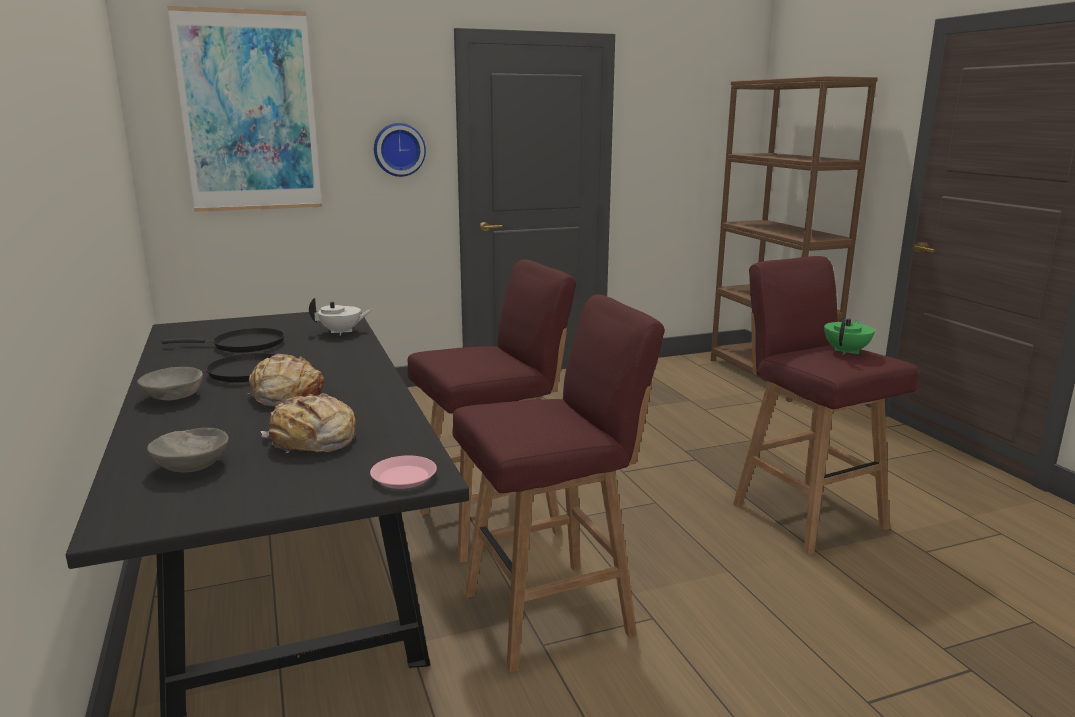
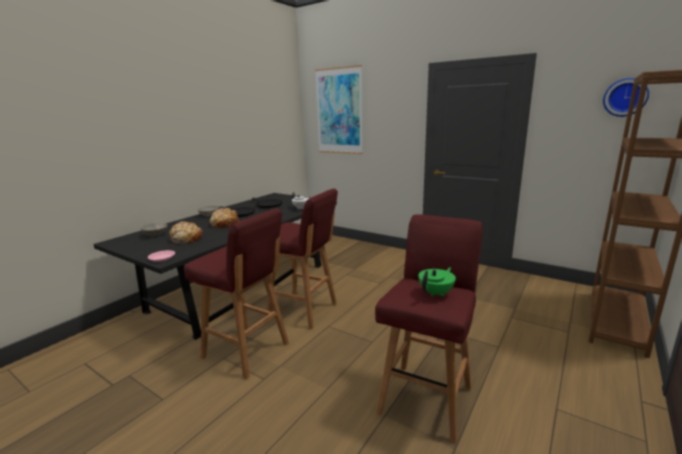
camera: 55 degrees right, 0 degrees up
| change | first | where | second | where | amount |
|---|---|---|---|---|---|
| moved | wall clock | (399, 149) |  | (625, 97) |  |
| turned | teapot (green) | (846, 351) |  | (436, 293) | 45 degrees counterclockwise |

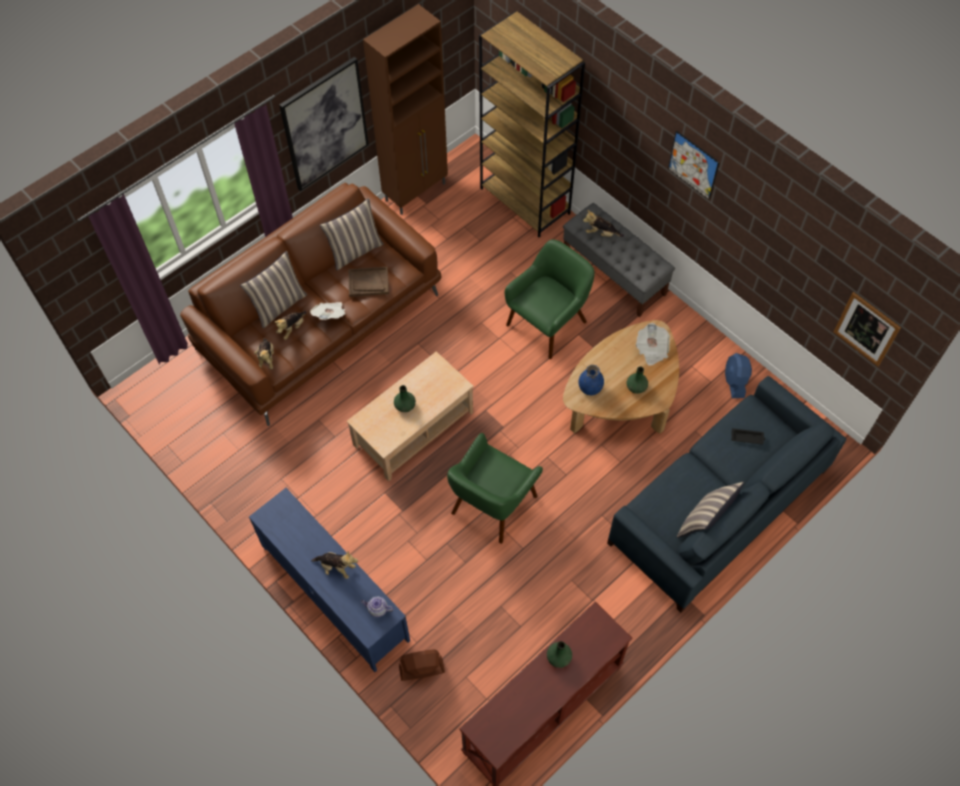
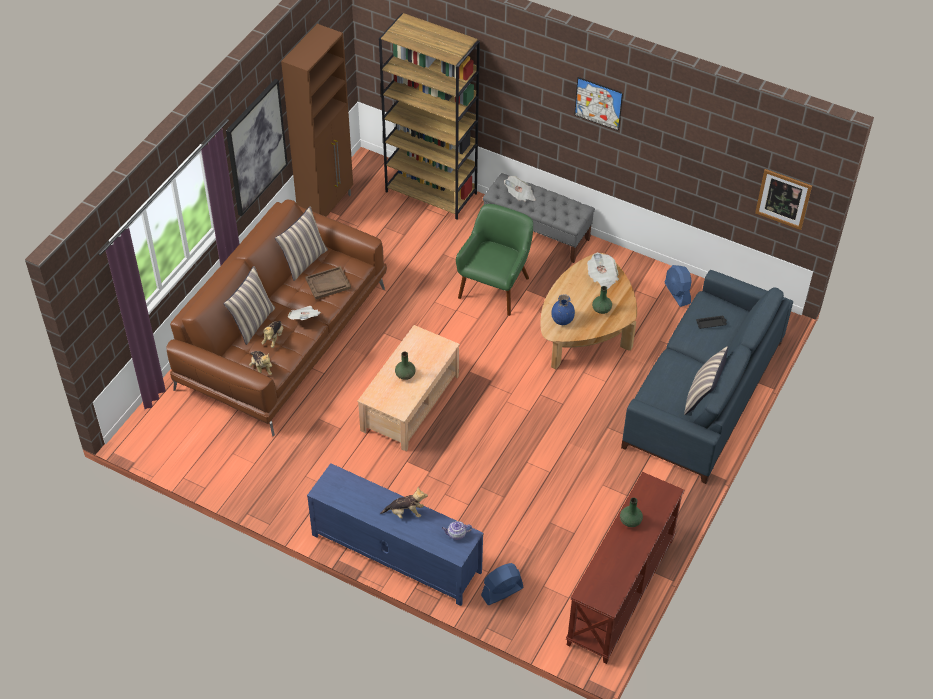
camera: 20 degrees left, 10 degrees down
| change | first | where | second | where | amount |
|---|---|---|---|---|---|
| recoloured | fan (brown) | (421, 669) | fan (blue) | (502, 591) |  |
| removed | armchair (green) | (492, 505) |  |  |  |
| replaced | plush toy | (601, 233) | newspaper | (520, 195) |  |

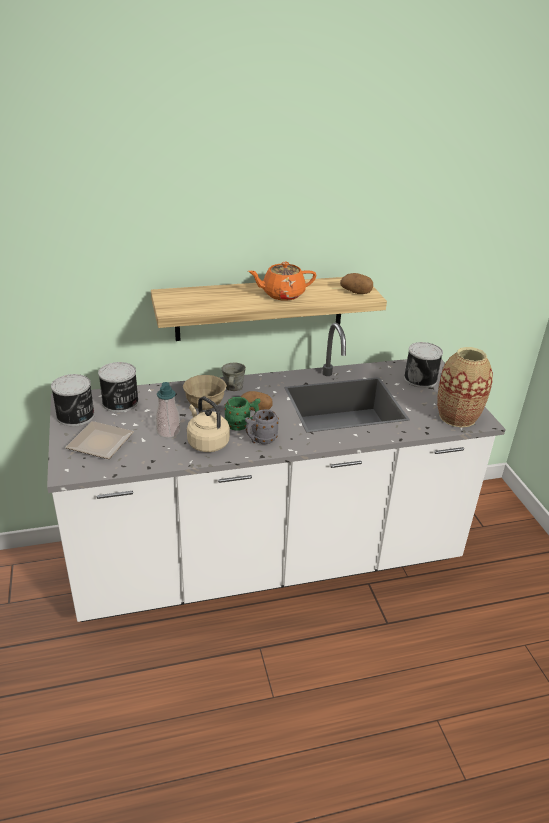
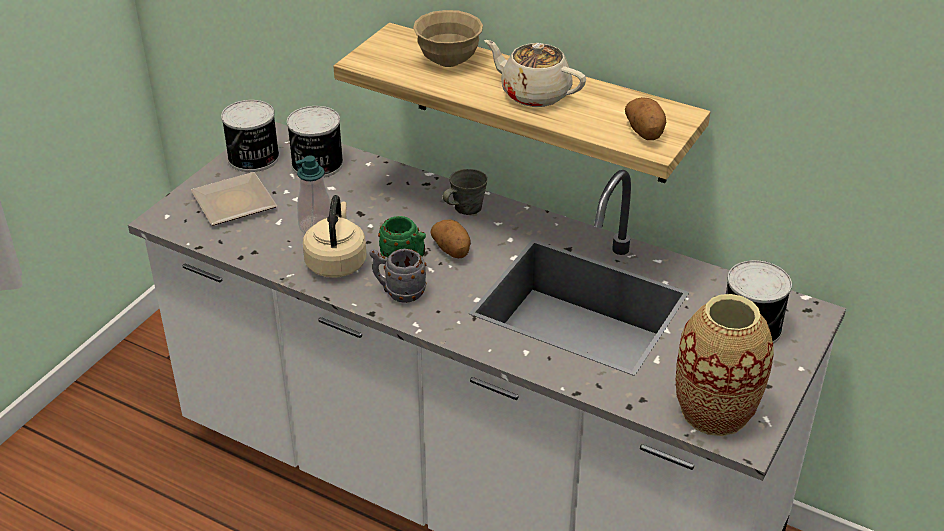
camera: 45 degrees right, 5 degrees up
| change | first | where | second | where | amount |
|---|---|---|---|---|---|
| moved | bowl (beige) | (205, 406) |  | (448, 61) |  |
| recoloured | teapot (orange) | (282, 294) | teapot (beige) | (534, 94) |  |

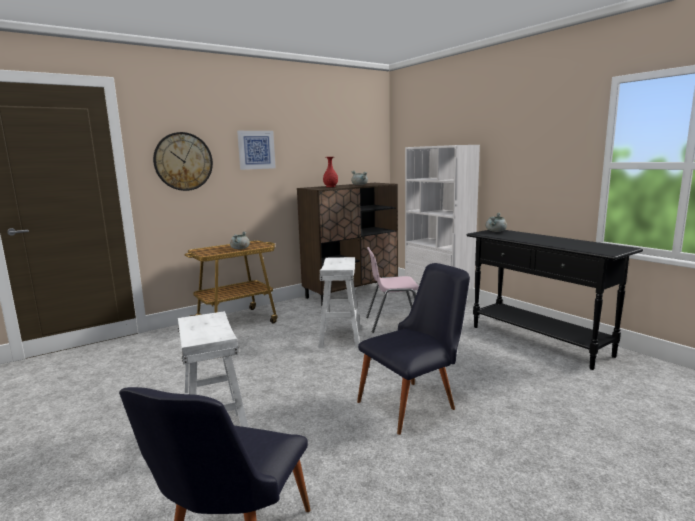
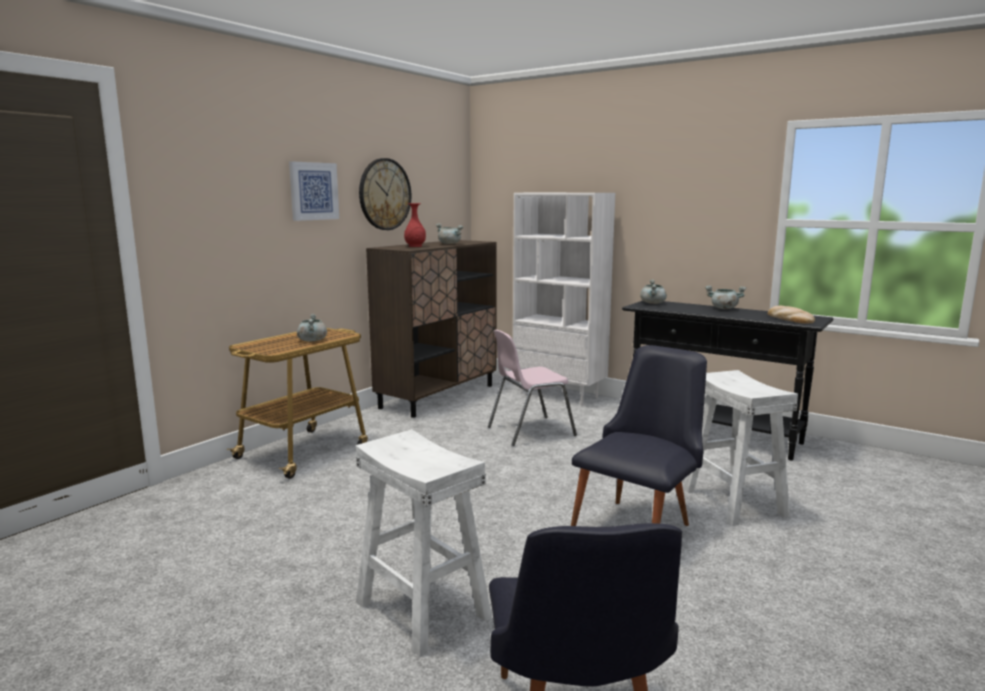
camera: 20 degrees left, 0 degrees up
| change | first | where | second | where | amount |
|---|---|---|---|---|---|
| moved | wall clock | (183, 161) |  | (384, 194) |  |
| moved | stool (white) | (340, 336) |  | (733, 502) |  |
| added |  |  | cooking pot (grey) | (723, 308) |  |
| added |  |  | bread | (789, 319) |  |

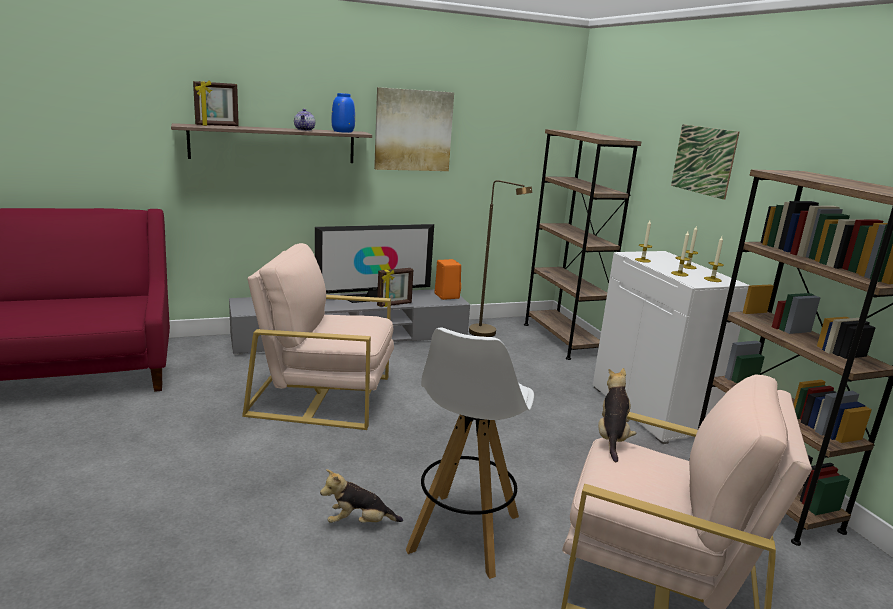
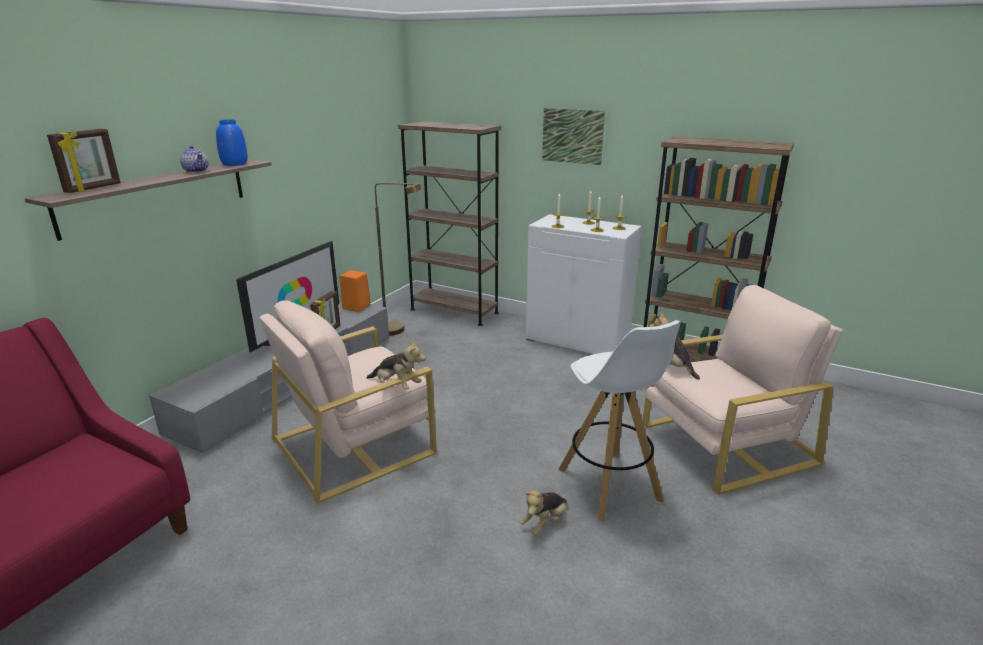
camera: 40 degrees left, 5 degrees up
| change | first | where | second | where | amount |
|---|---|---|---|---|---|
| removed | picture | (413, 130) |  |  |  |
| added |  |  | plush toy | (396, 385) |  |

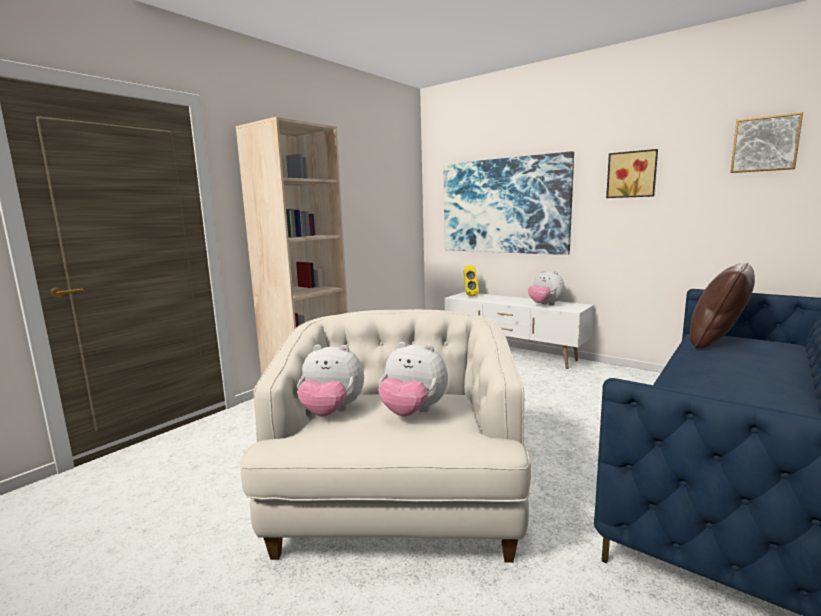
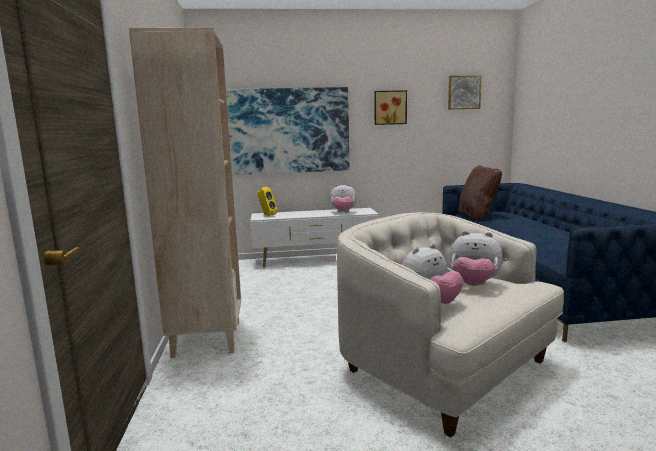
camera: 45 degrees left, 0 degrees up
| change | first | where | second | where | amount |
|---|---|---|---|---|---|
| turned | plush toy | (413, 413) |  | (474, 285) | 45 degrees clockwise |

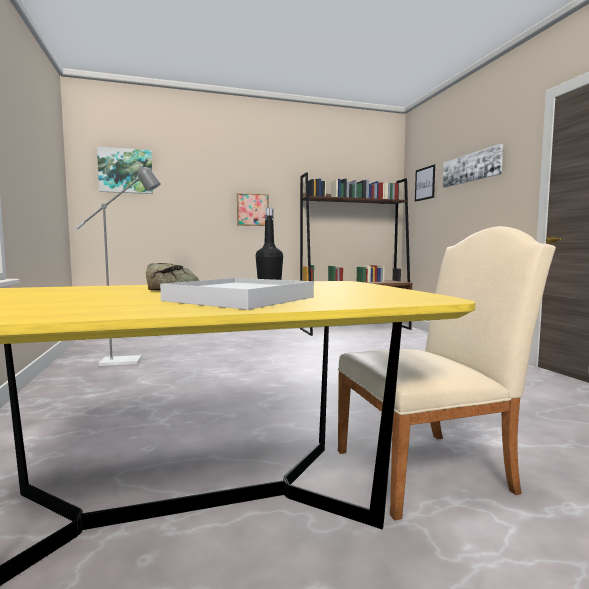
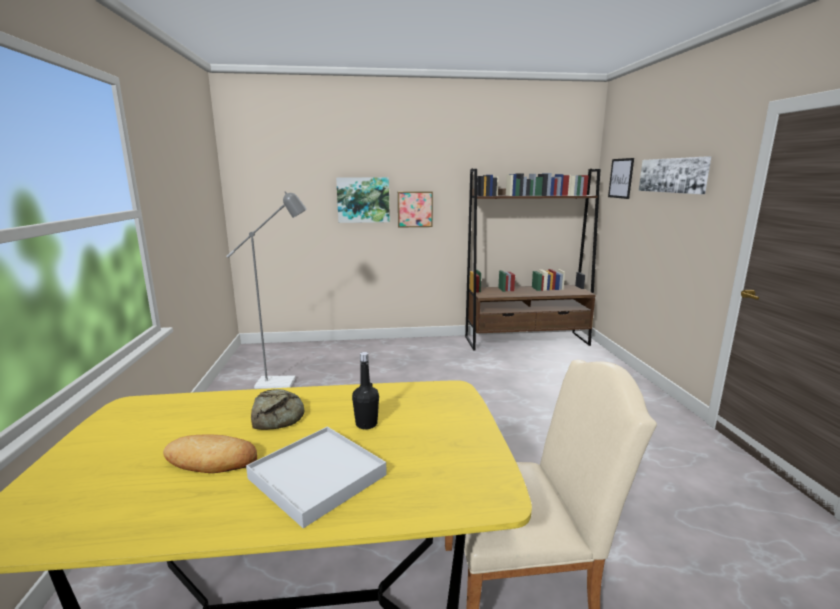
camera: 10 degrees right, 10 degrees up
| change | first | where | second | where | amount |
|---|---|---|---|---|---|
| moved | picture | (126, 171) |  | (363, 200) |  |
| added |  |  | bread | (211, 460) |  |

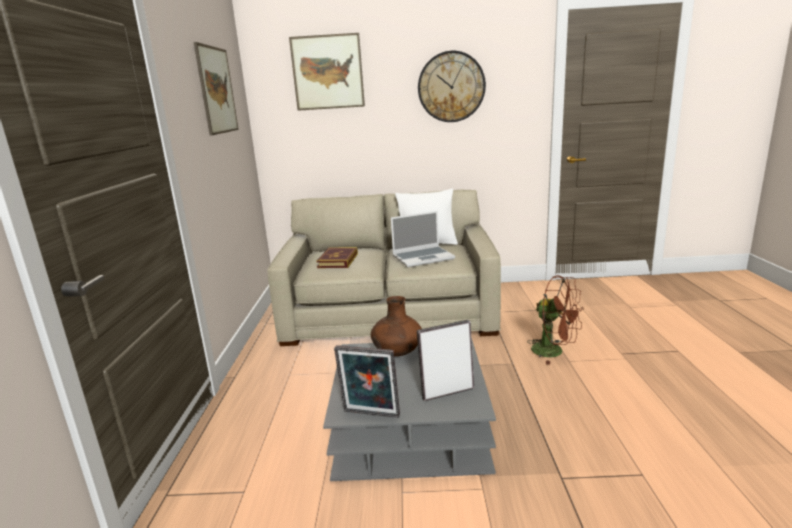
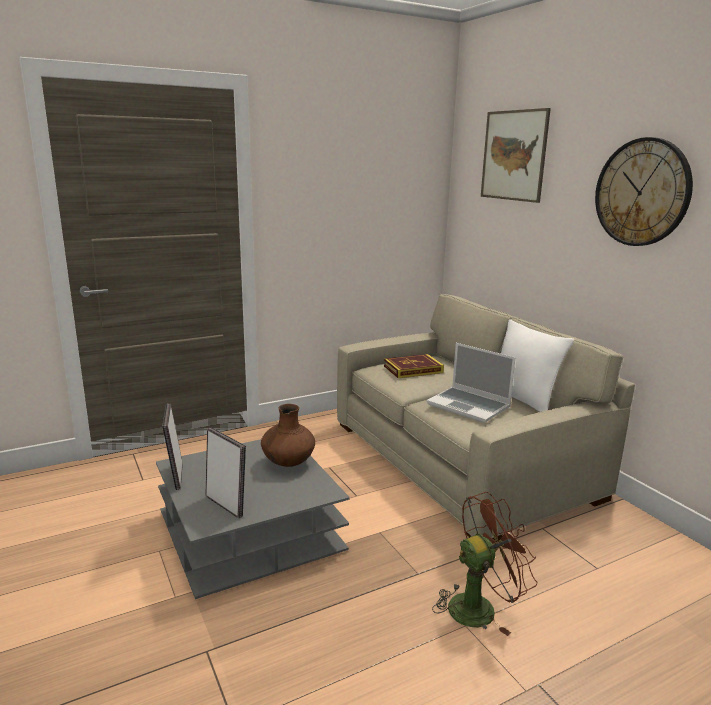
camera: 60 degrees right, 0 degrees up
| change | first | where | second | where | amount |
|---|---|---|---|---|---|
| removed | picture | (217, 90) |  |  |  |
| turned | fan (brown) | (554, 352) |  | (479, 606) | 120 degrees counterclockwise |

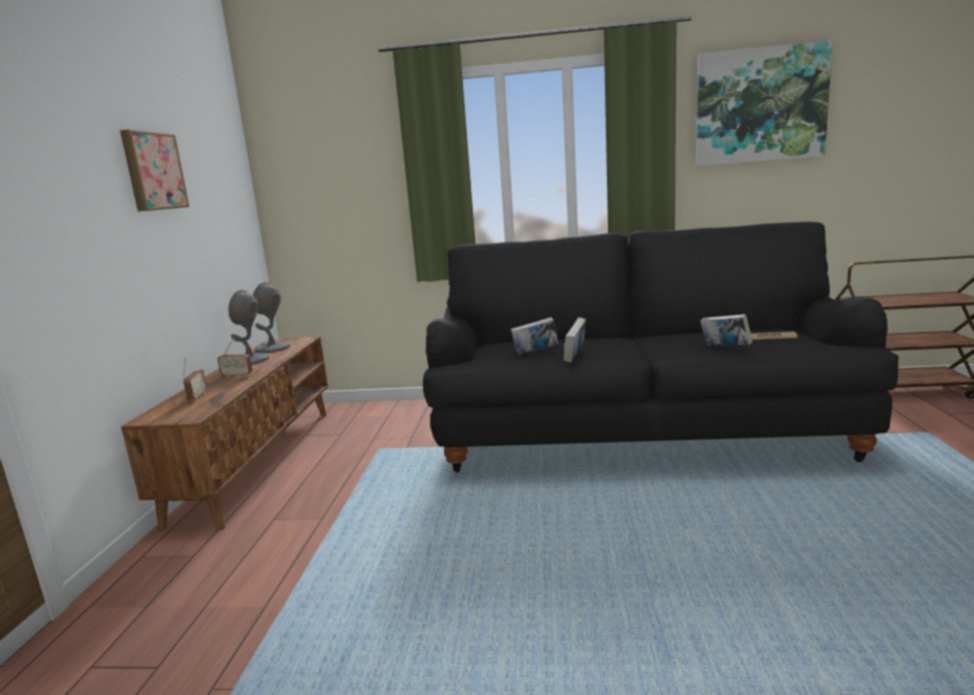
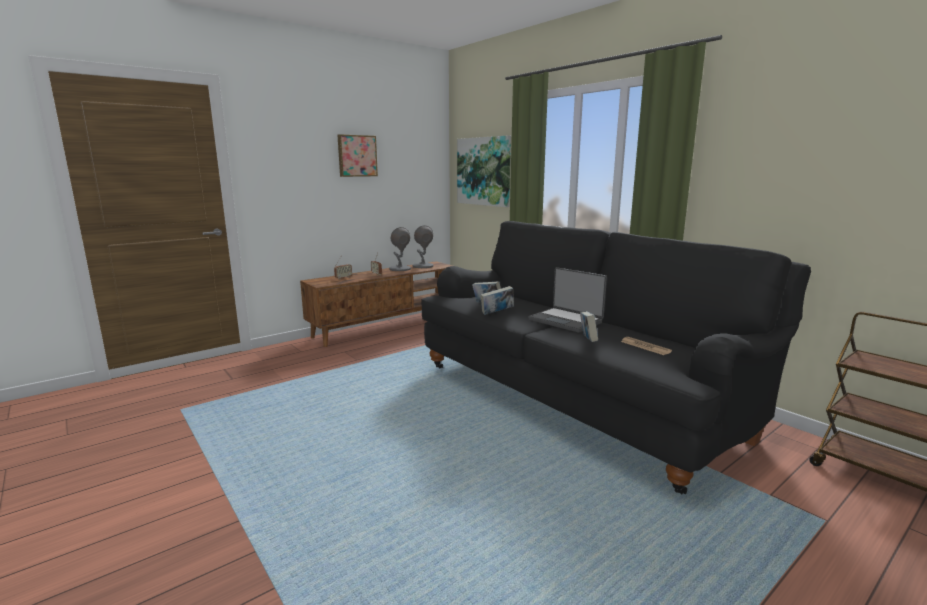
camera: 45 degrees right, 0 degrees up
| change | first | where | second | where | amount |
|---|---|---|---|---|---|
| moved | picture | (760, 106) |  | (484, 171) |  |
| added |  |  | laptop | (566, 321) |  |

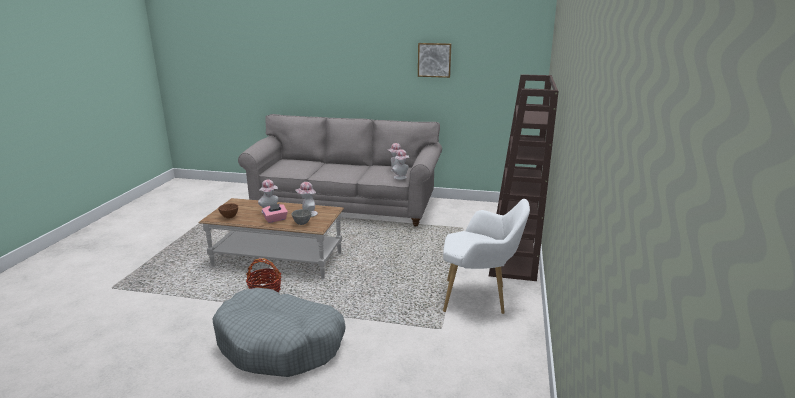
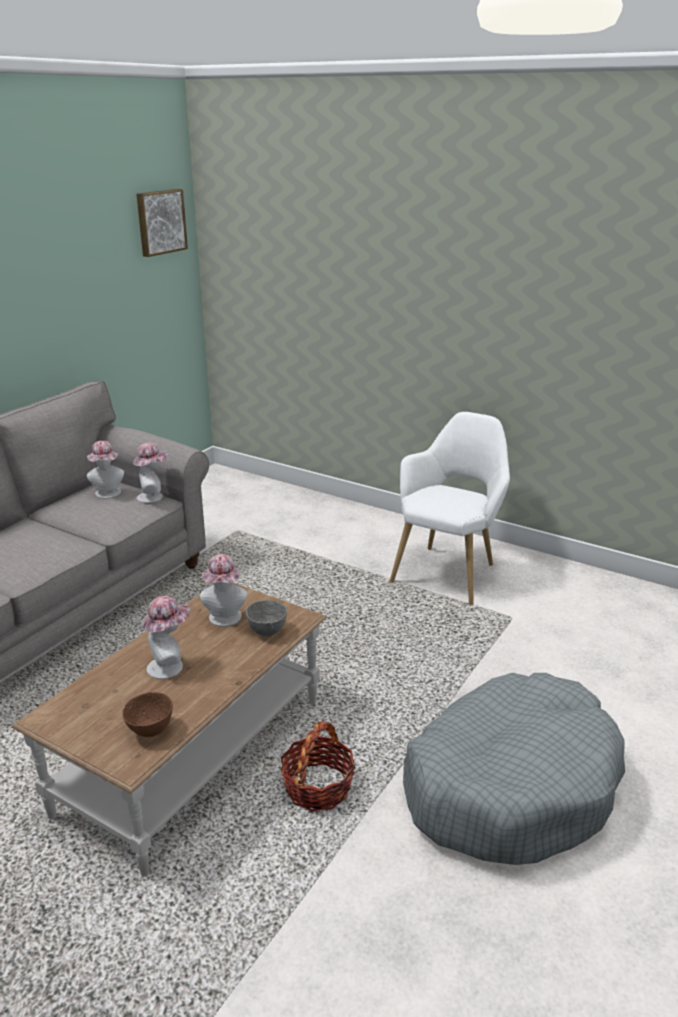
camera: 70 degrees left, 5 degrees up
| change | first | where | second | where | amount |
|---|---|---|---|---|---|
| removed | tissue box (pink) | (275, 219) |  |  |  |
| moved | picture | (434, 60) |  | (160, 222) |  |
| removed | bookcase (brown) | (513, 258) |  |  |  |

